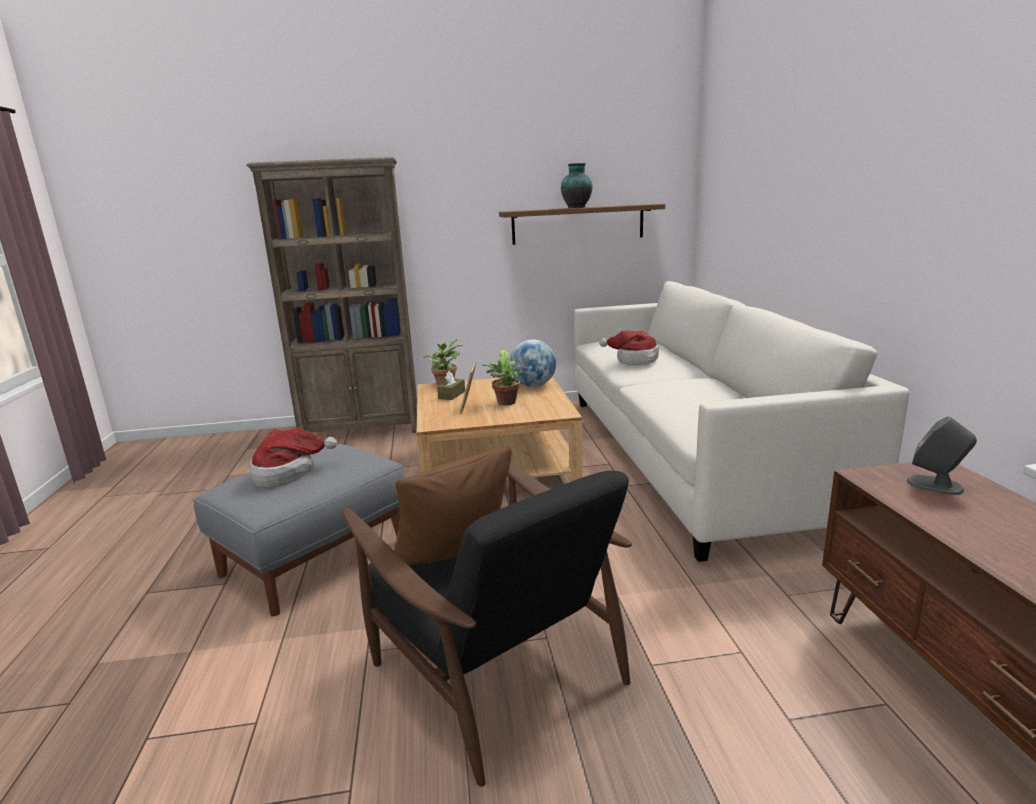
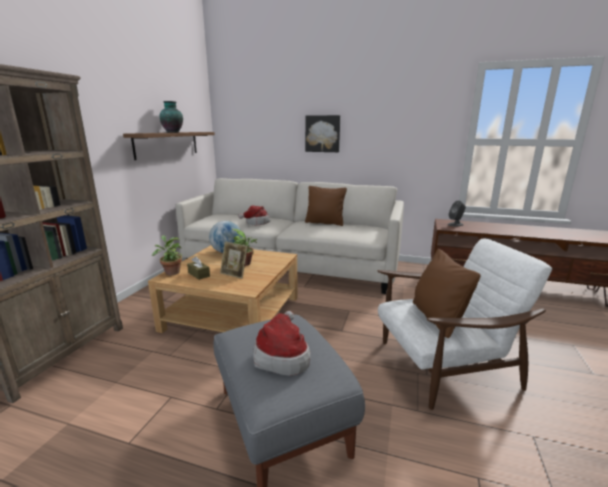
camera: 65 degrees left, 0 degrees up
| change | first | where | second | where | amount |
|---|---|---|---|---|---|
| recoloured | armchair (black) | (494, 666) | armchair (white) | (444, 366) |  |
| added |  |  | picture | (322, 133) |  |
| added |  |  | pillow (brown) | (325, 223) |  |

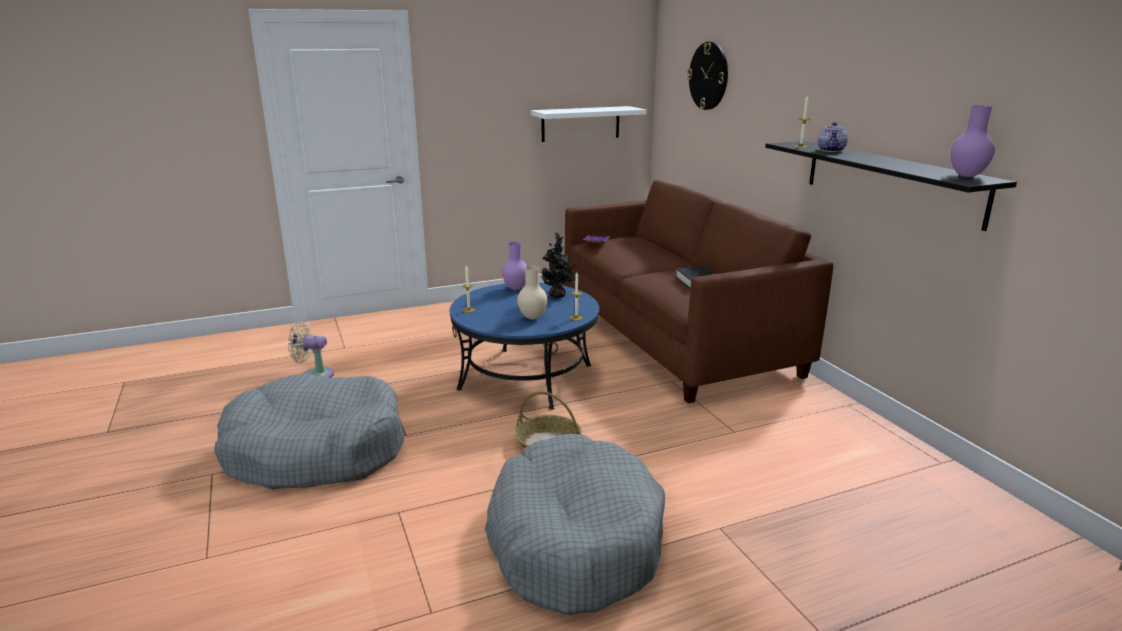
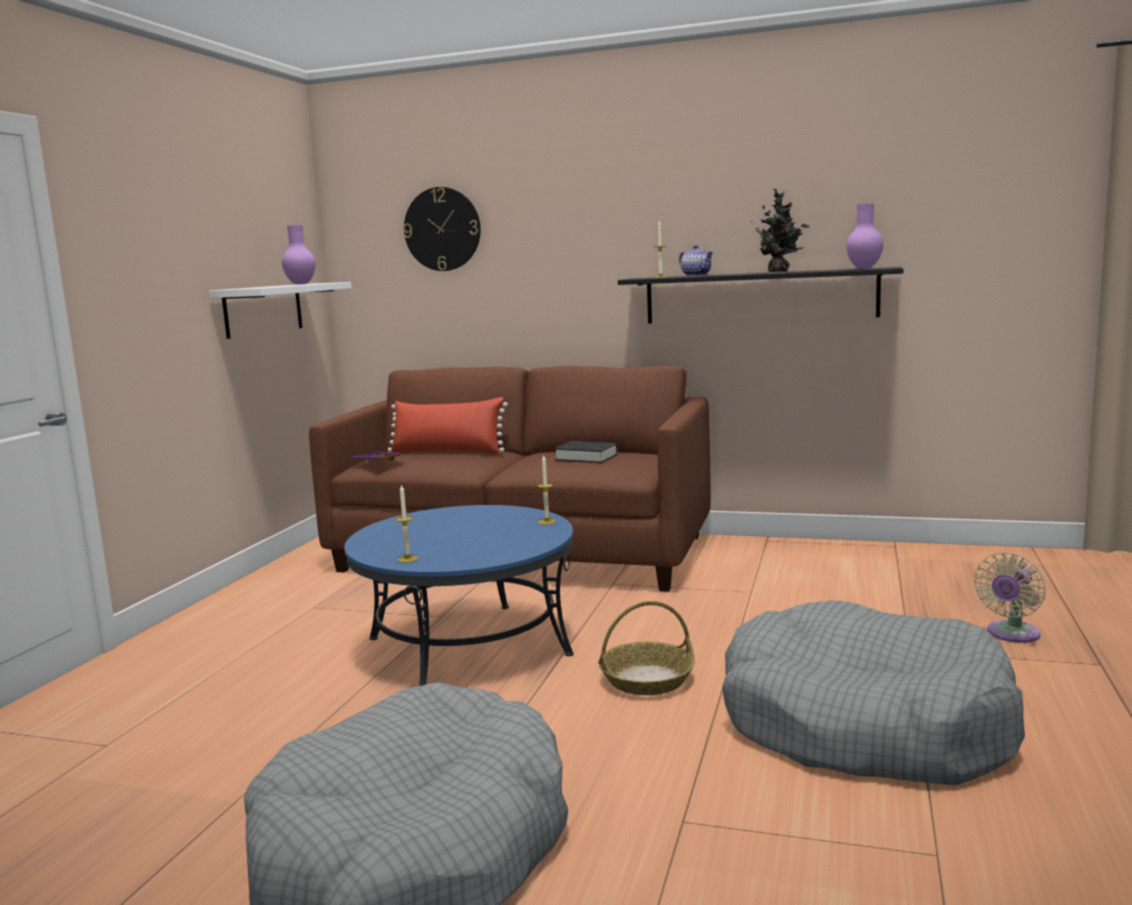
camera: 50 degrees left, 10 degrees down
| change | first | where | second | where | amount |
|---|---|---|---|---|---|
| moved | fan (beige) | (314, 375) |  | (1011, 635) |  |
| moved | vase (purple) | (515, 289) |  | (301, 284) |  |
| removed | vase (beige) | (532, 317) |  |  |  |
| moved | potted plant | (558, 296) |  | (780, 272) |  |
| added |  |  | pillow (red) | (447, 452) |  |

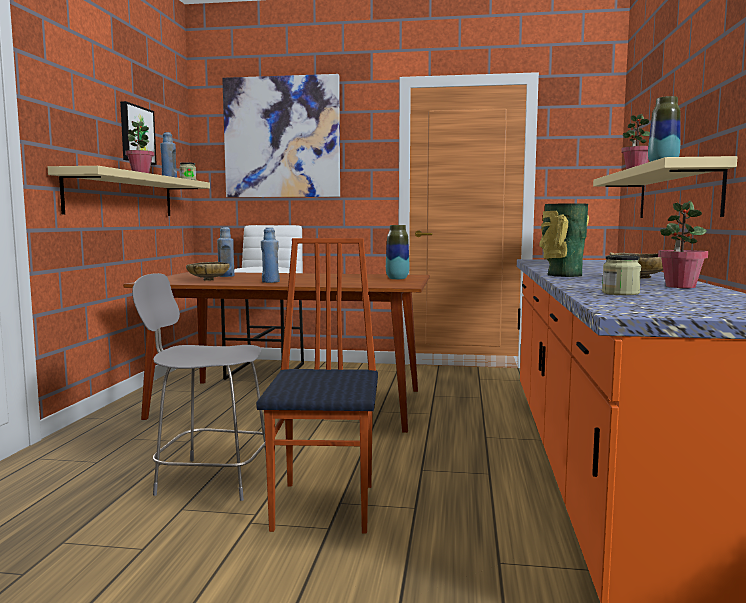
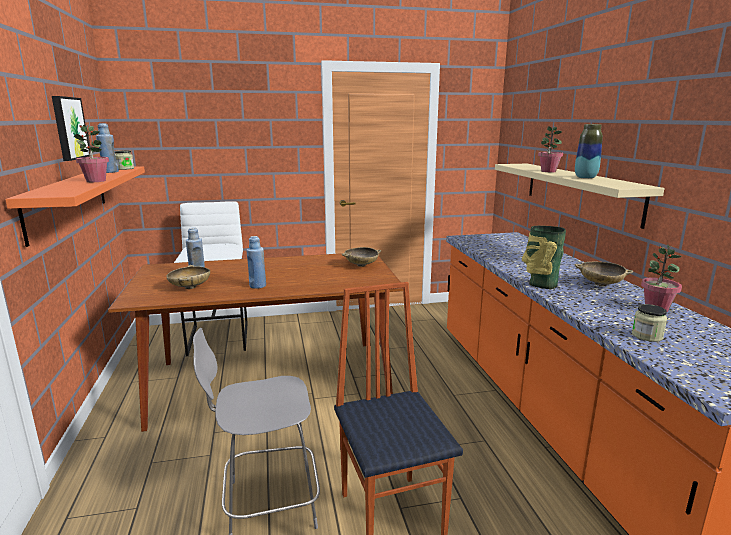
camera: 20 degrees left, 10 degrees up
| change | first | where | second | where | amount |
|---|---|---|---|---|---|
| recoloured | shelf (beige) | (122, 195) | shelf (orange) | (68, 200) |  |
| removed | picture | (282, 137) |  |  |  |
| replaced | vase | (397, 279) | bowl (beige) | (361, 265) |  |

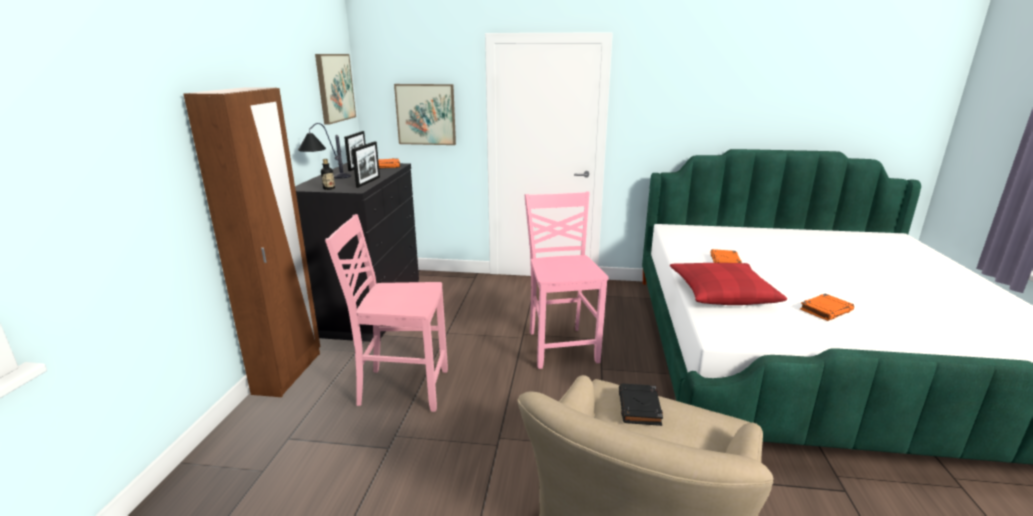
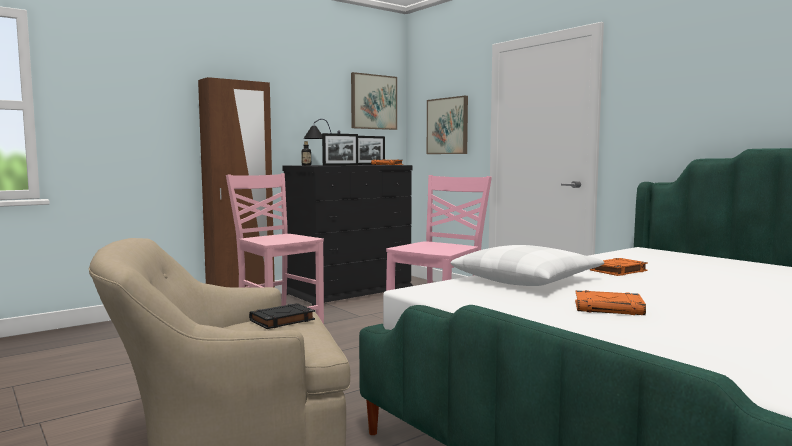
camera: 45 degrees right, 15 degrees down
| change | first | where | second | where | amount |
|---|---|---|---|---|---|
| recoloured | pillow (red) | (722, 293) | pillow (white) | (526, 279) |  |

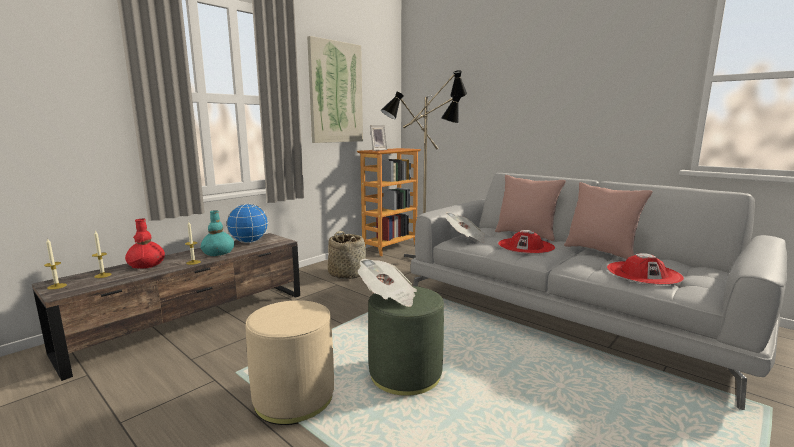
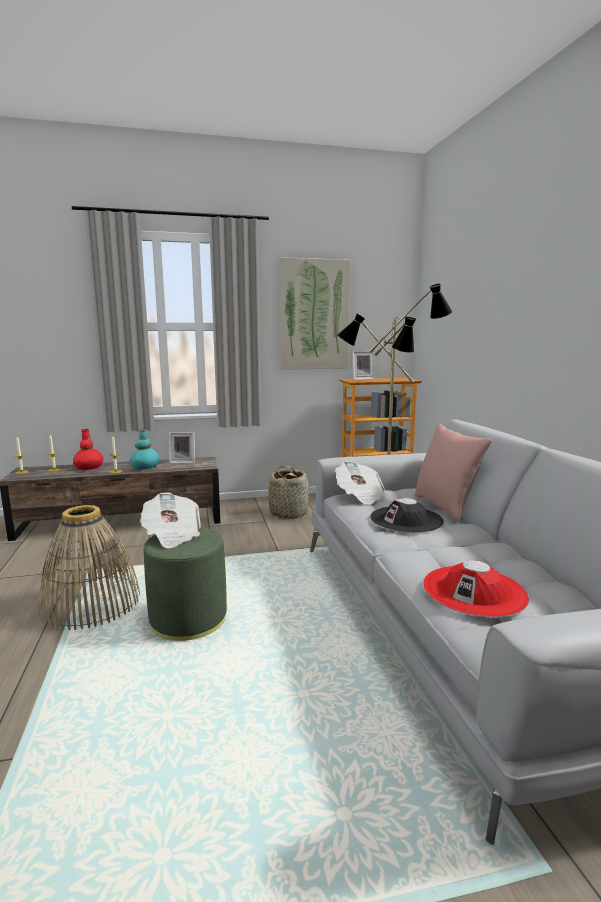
camera: 35 degrees right, 0 degrees up
| change | first | where | second | where | amount |
|---|---|---|---|---|---|
| replaced | globe | (249, 242) | picture frame | (183, 462) |  |
| replaced | ottoman (beige) | (294, 398) | basket | (91, 604) |  |
| recoloured | hat (red) | (526, 246) | hat (black) | (406, 519) |  |
| removed | pillow (pink) | (601, 251) |  |  |  |

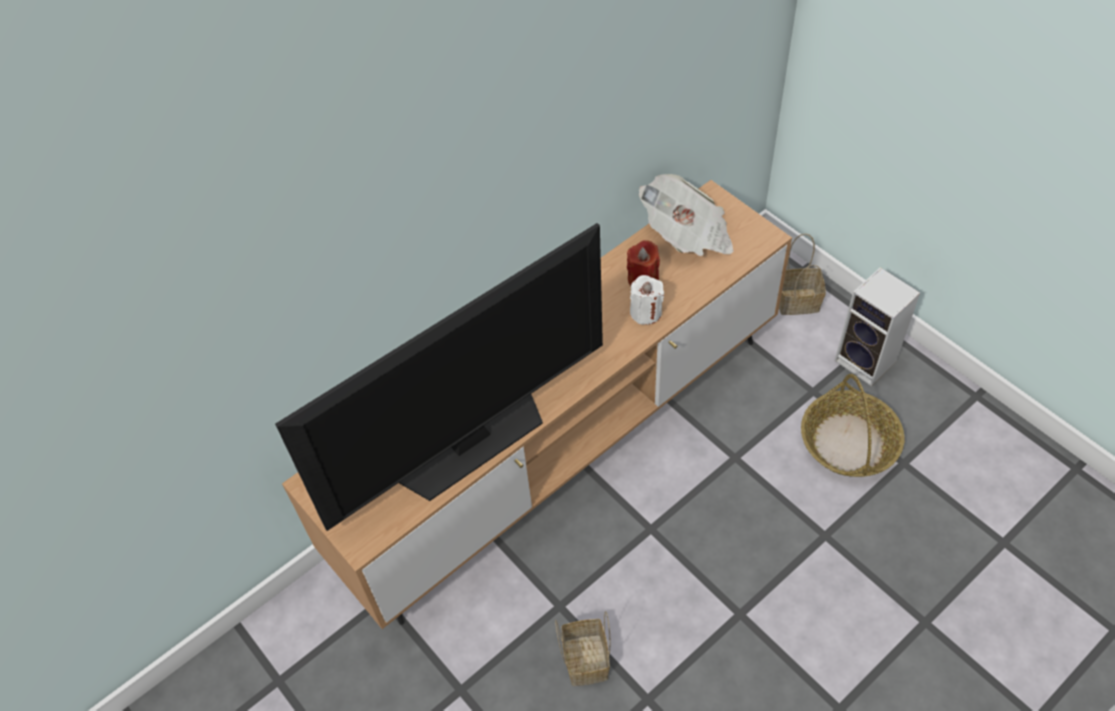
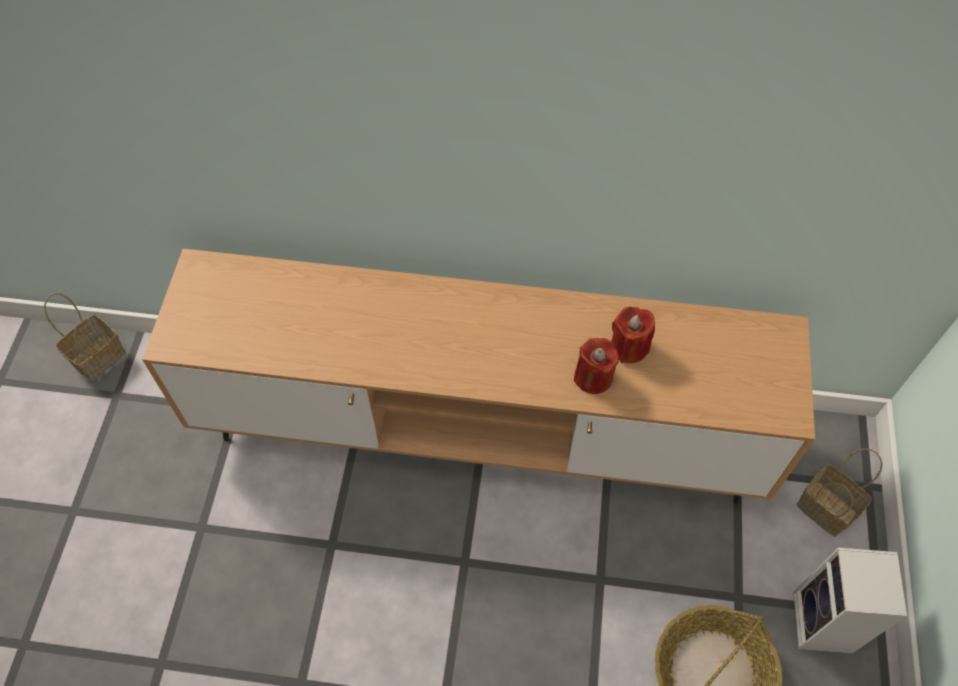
camera: 45 degrees right, 5 degrees up
| change | first | where | second | where | amount |
|---|---|---|---|---|---|
| removed | television | (470, 441) |  |  |  |
| moved | basket | (584, 658) |  | (99, 356) |  |
| recoloured | candle (white) | (645, 312) | candle (red) | (593, 377) |  |
| removed | newspaper | (687, 235) |  |  |  |

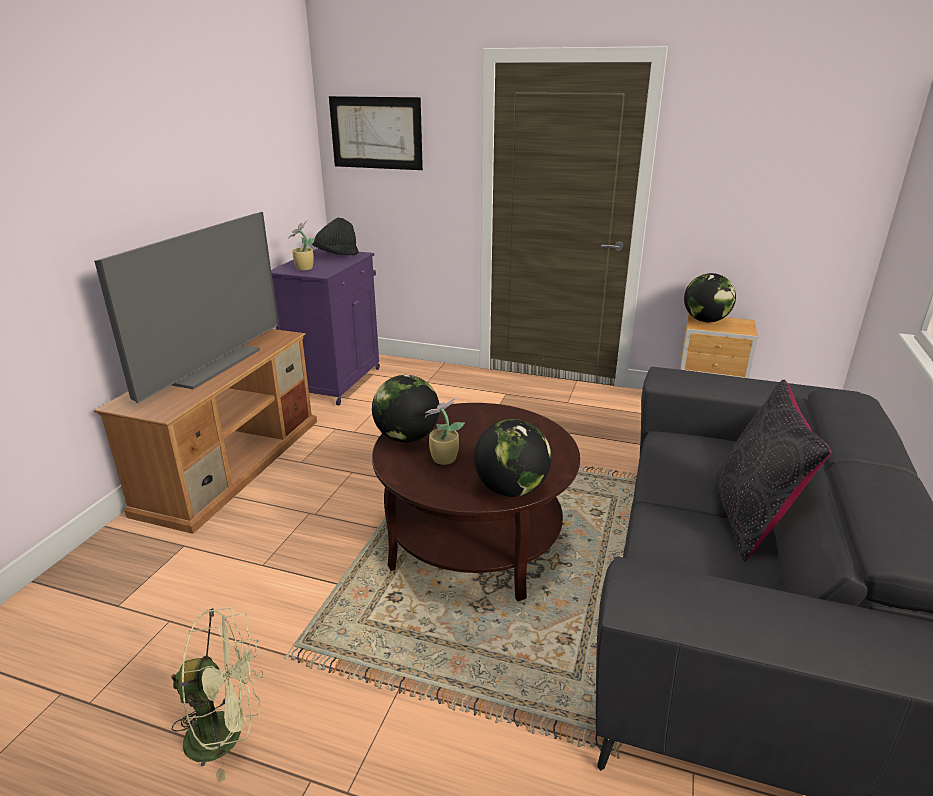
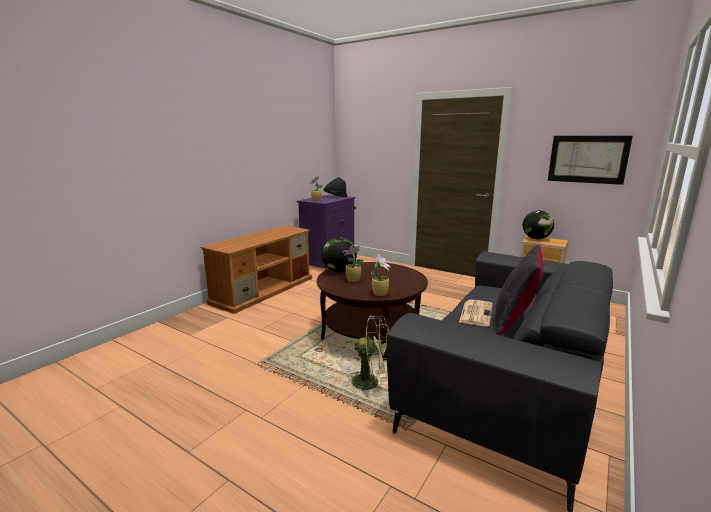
camera: 15 degrees right, 10 degrees down
| change | first | where | second | where | amount |
|---|---|---|---|---|---|
| removed | television | (209, 364) |  |  |  |
| moved | fan (green) | (227, 734) |  | (371, 382) |  |
| moved | picture | (376, 133) |  | (587, 159) |  |
| replaced | globe | (511, 489) | potted plant | (380, 293) |  |
| added |  |  | newspaper | (475, 313) |  |

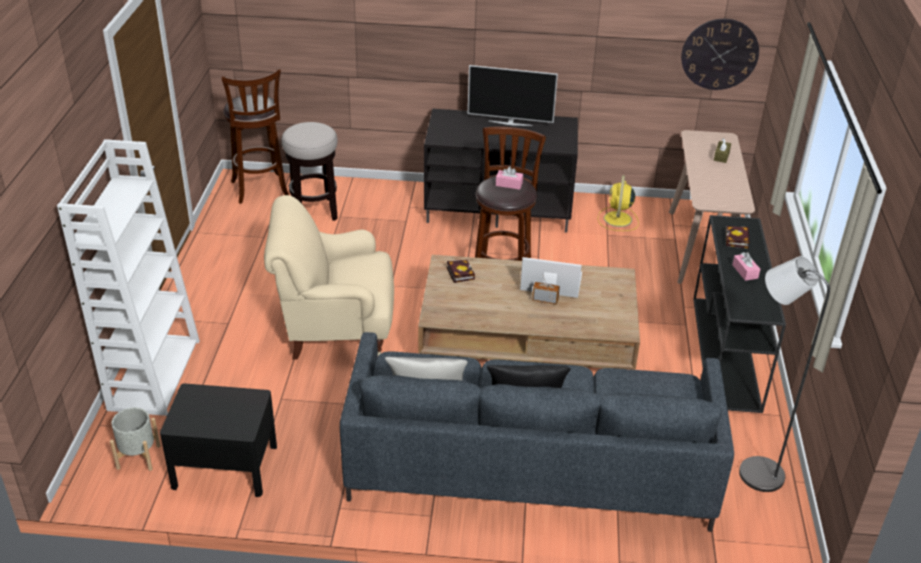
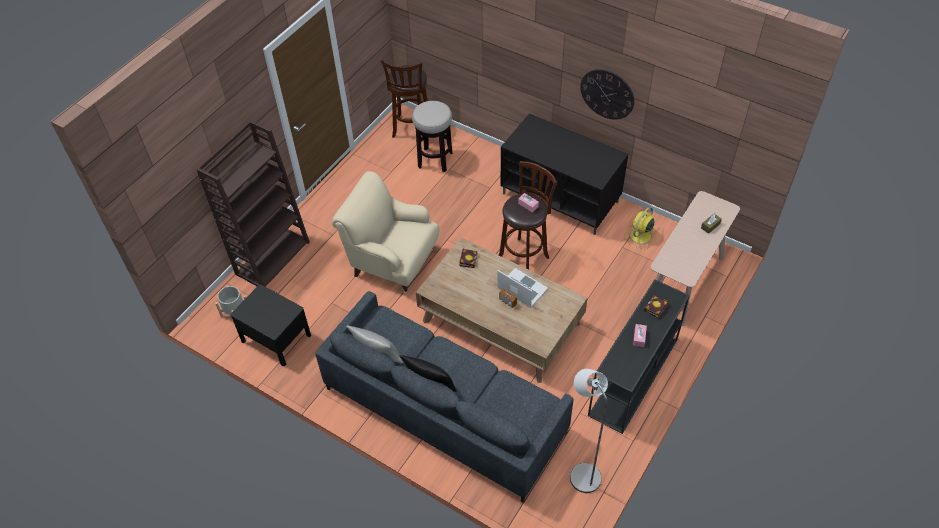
camera: 30 degrees right, 15 degrees up
| change | first | where | second | where | amount |
|---|---|---|---|---|---|
| recoloured | bookcase (white) | (154, 373) | bookcase (brown) | (272, 257) |  |
| removed | television | (510, 123) |  |  |  |
| moved | wall clock | (719, 54) |  | (607, 94) |  |

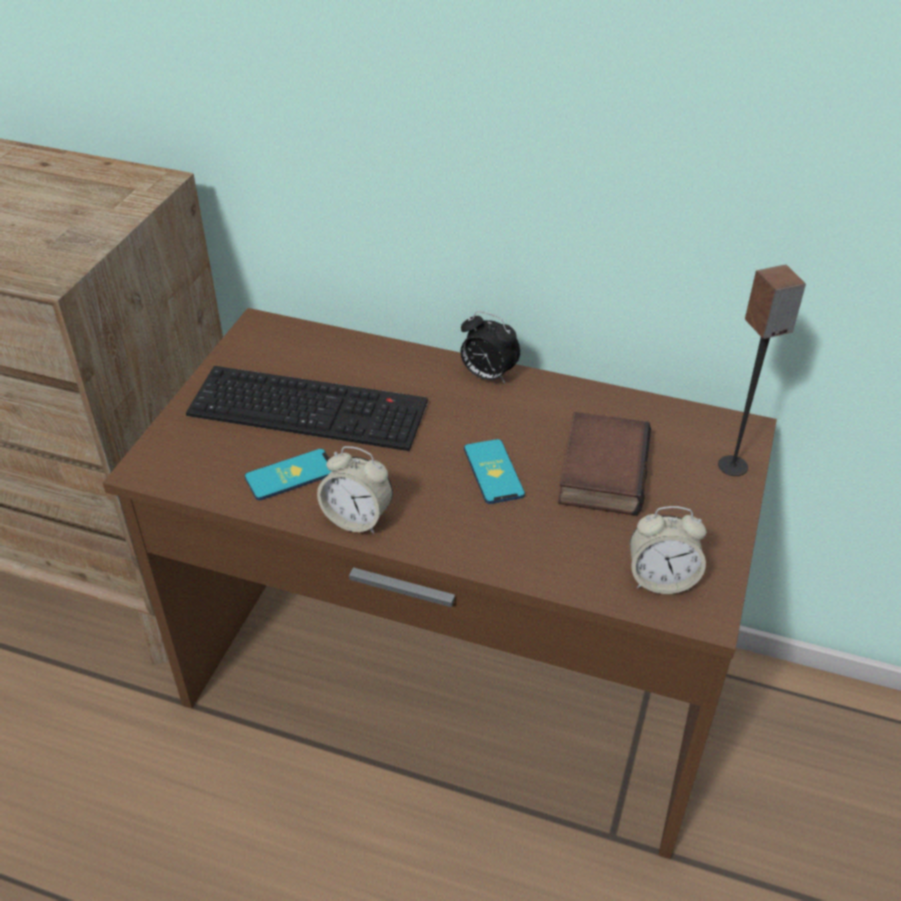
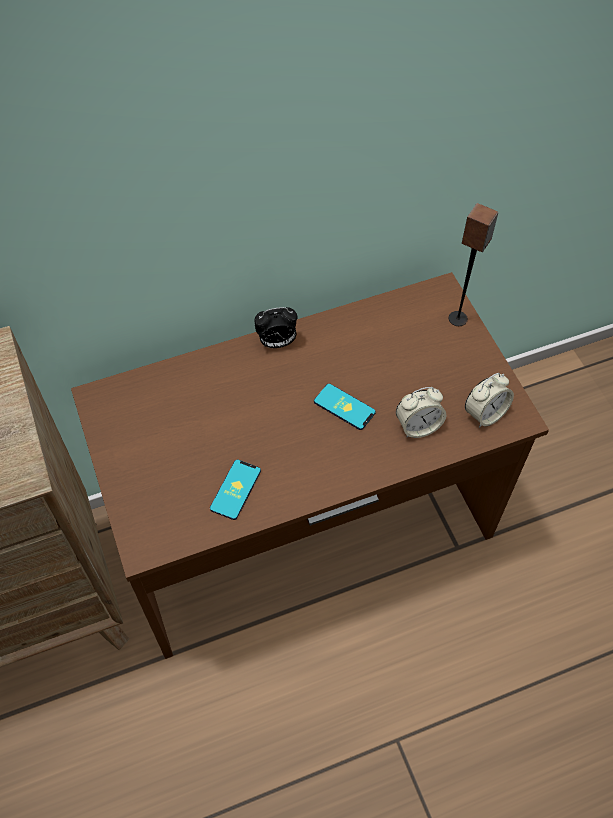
camera: 40 degrees left, 15 degrees up
| change | first | where | second | where | amount |
|---|---|---|---|---|---|
| removed | keyboard | (311, 407) |  |  |  |
| moved | alarm clock | (357, 518) |  | (418, 426) |  |
| removed | book | (600, 470) |  |  |  |

